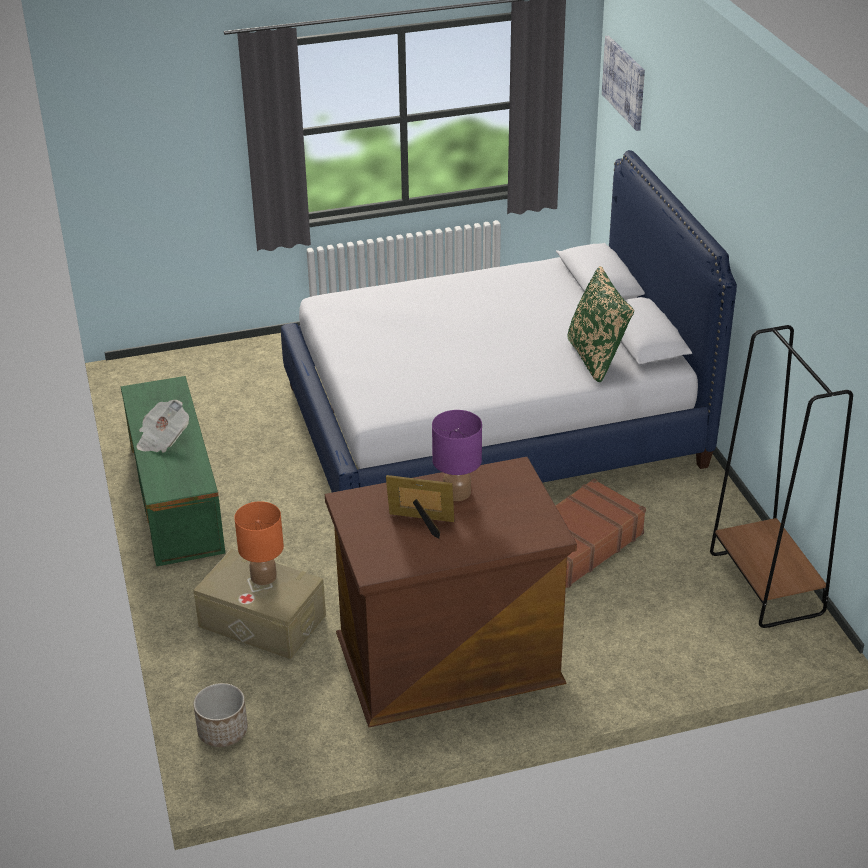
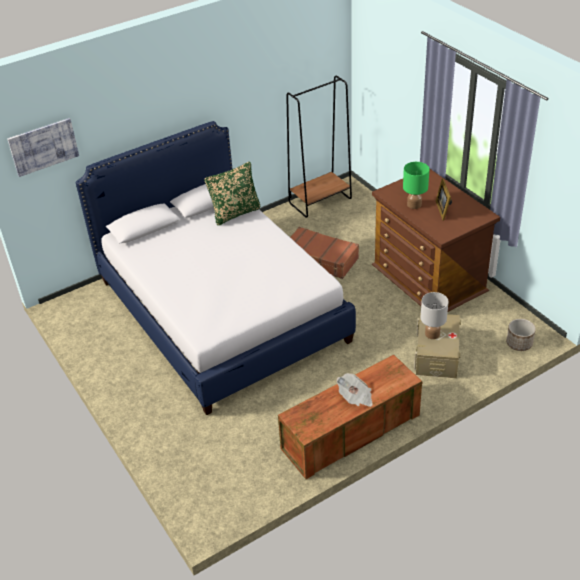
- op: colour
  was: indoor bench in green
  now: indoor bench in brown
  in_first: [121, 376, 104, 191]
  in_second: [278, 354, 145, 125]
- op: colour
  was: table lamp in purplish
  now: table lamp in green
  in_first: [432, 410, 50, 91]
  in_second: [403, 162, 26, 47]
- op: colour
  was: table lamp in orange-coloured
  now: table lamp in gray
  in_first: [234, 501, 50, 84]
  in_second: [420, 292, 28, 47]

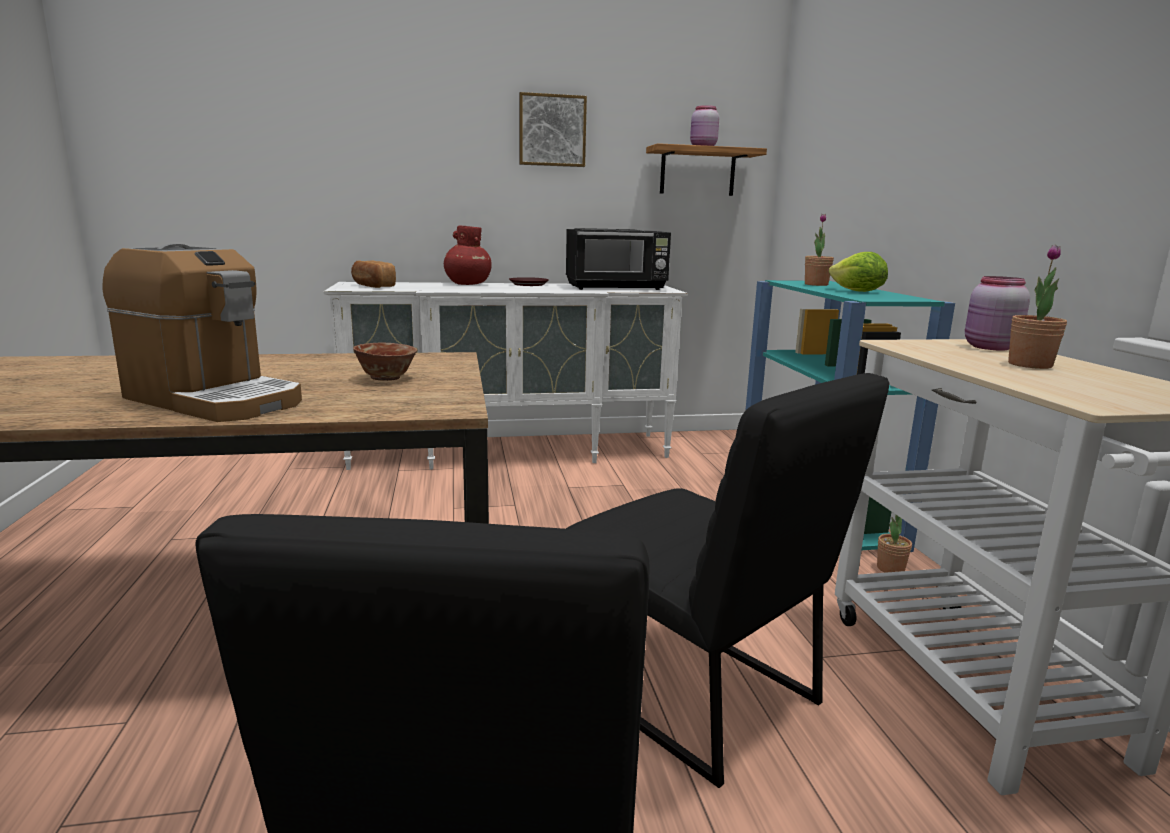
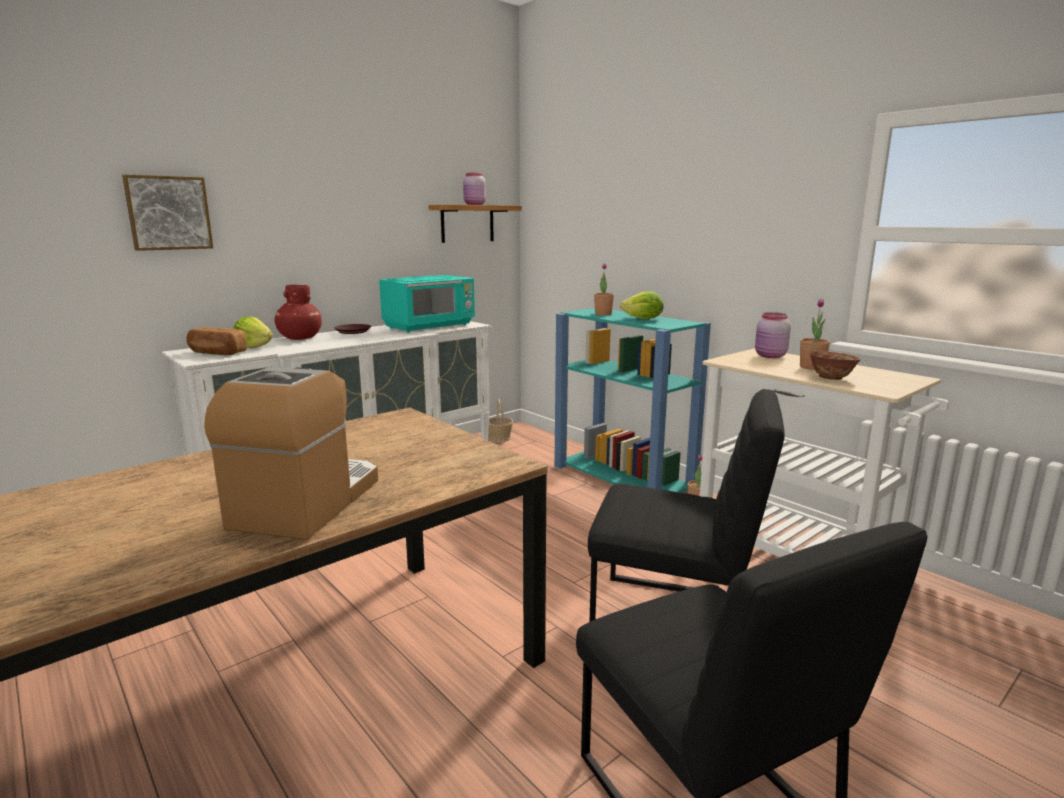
- op: relocated
  was: wall picture
  in_first: [519, 92, 68, 75]
  in_second: [122, 175, 91, 76]
- op: colour
  was: microwave oven in black
  now: microwave oven in blue-green
  in_first: [566, 228, 105, 62]
  in_second: [379, 275, 96, 57]
- op: spun
  was: coffee brewer
  in_first: [102, 244, 200, 178]
  in_second: [204, 367, 174, 173]
  clockwise: -75
- op: relocated
  was: deep dish
  in_first: [353, 343, 64, 38]
  in_second: [810, 351, 51, 29]
- op: appeared
  now: head of lettuce
  in_second: [234, 317, 39, 31]
- op: appeared
  now: storage basket
  in_second: [488, 399, 25, 43]

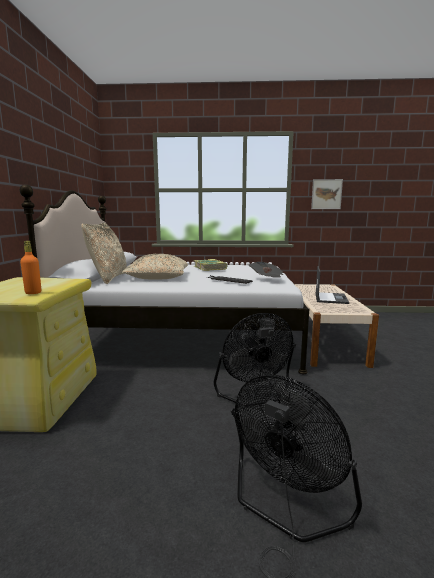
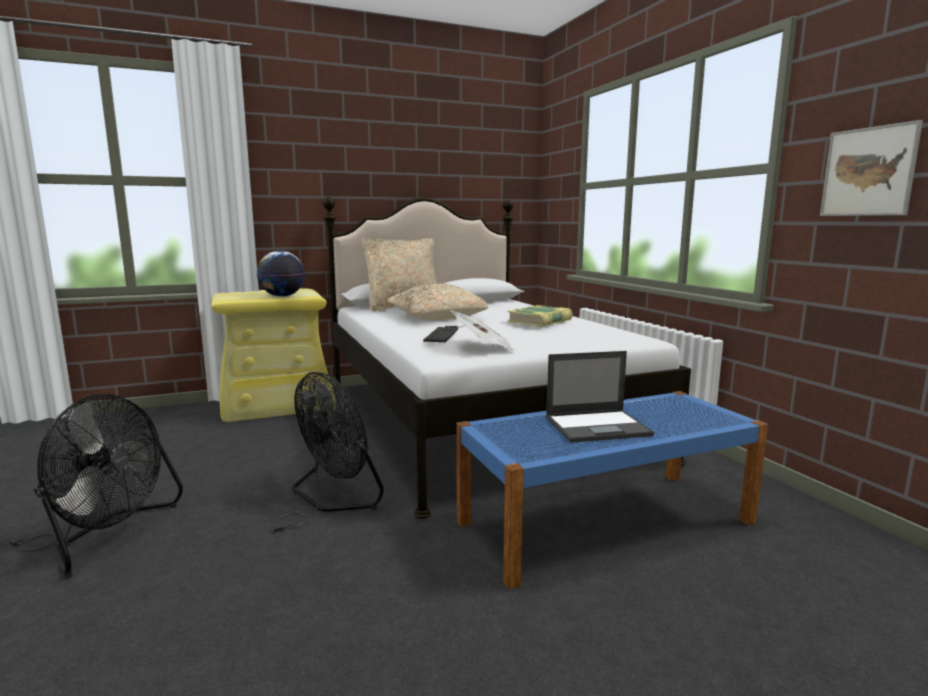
- op: missing
  was: bottle in orange-coloured
  in_first: [20, 241, 21, 53]
- op: colour
  was: indoor bench in beige
  now: indoor bench in blue
  in_first: [294, 284, 85, 84]
  in_second: [456, 391, 312, 198]
- op: appeared
  now: world globe
  in_second: [257, 251, 48, 46]

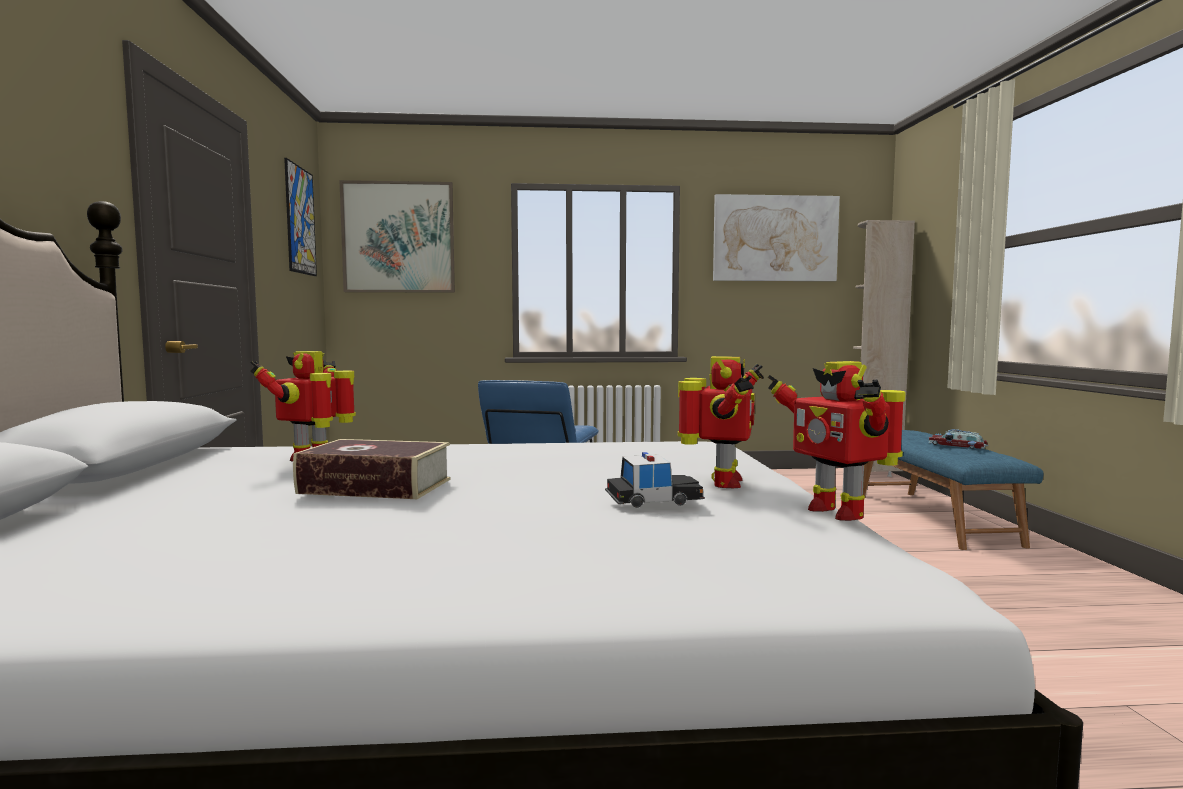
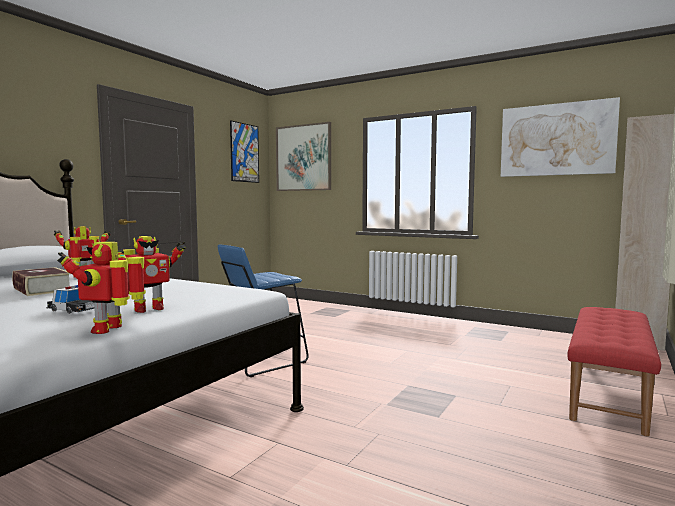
- op: missing
  was: model car
  in_first: [928, 429, 60, 20]
- op: colour
  was: indoor bench in blue
  now: indoor bench in reddish
  in_first: [863, 430, 180, 120]
  in_second: [567, 307, 94, 129]

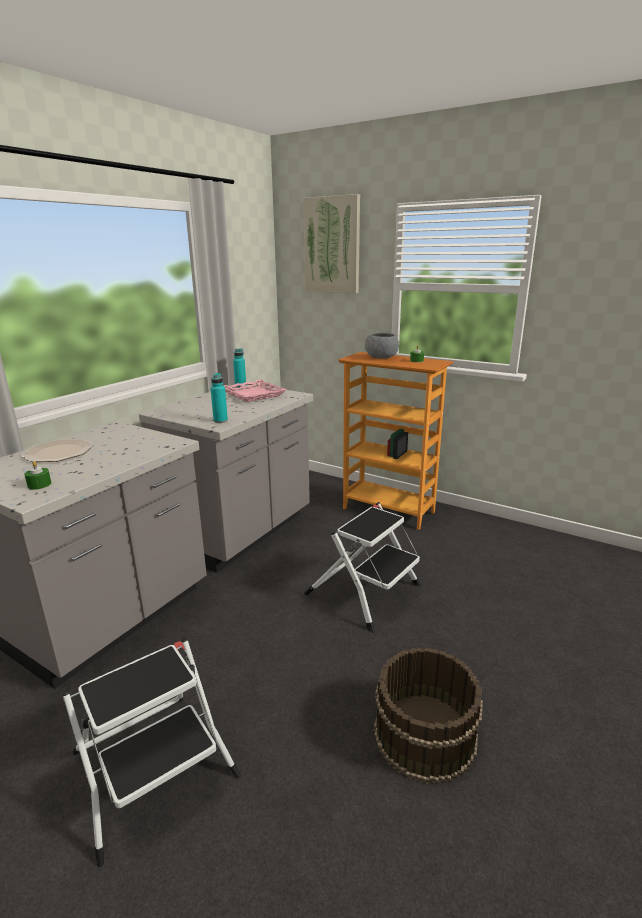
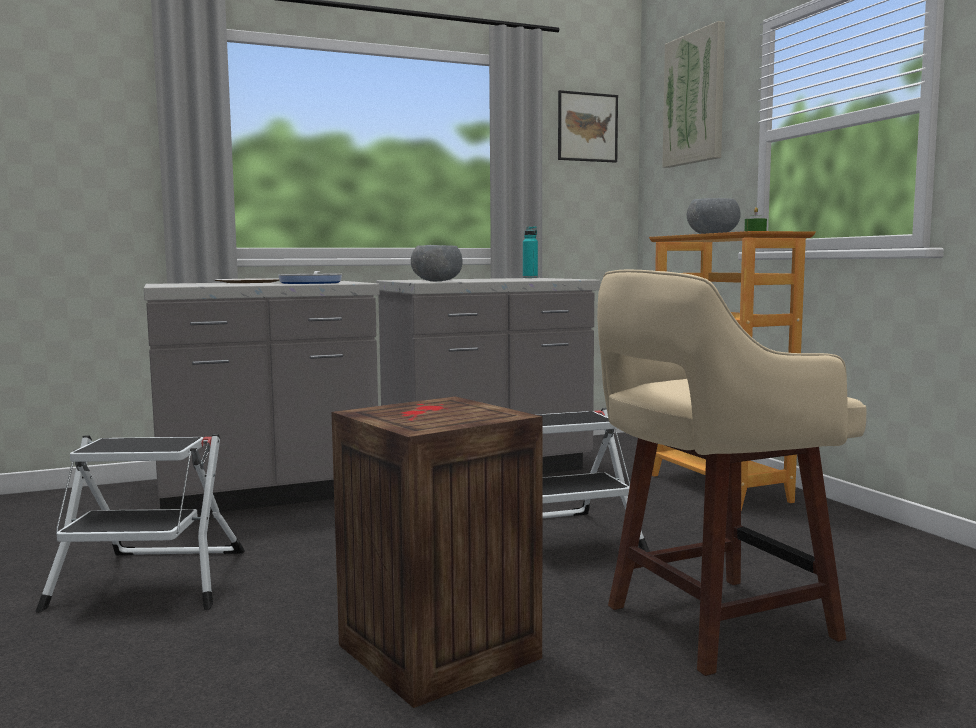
- op: exchanged
  was: bottle in blue-green
  now: deep dish in gray
  in_first: [211, 373, 17, 50]
  in_second: [411, 245, 51, 36]
- op: missing
  was: tray in pinkish
  in_first: [224, 379, 63, 23]
- op: missing
  was: wax light in green
  in_first: [24, 461, 27, 29]
- op: exchanged
  was: bucket in brown
  now: packing crate
  in_first: [374, 647, 109, 137]
  in_second: [331, 396, 212, 312]
- op: appeared
  now: wall picture
  in_second: [558, 90, 60, 73]
- op: appeared
  now: stool in beige
  in_second: [597, 270, 269, 406]
- op: appeared
  now: frying pan
  in_second: [278, 271, 64, 13]

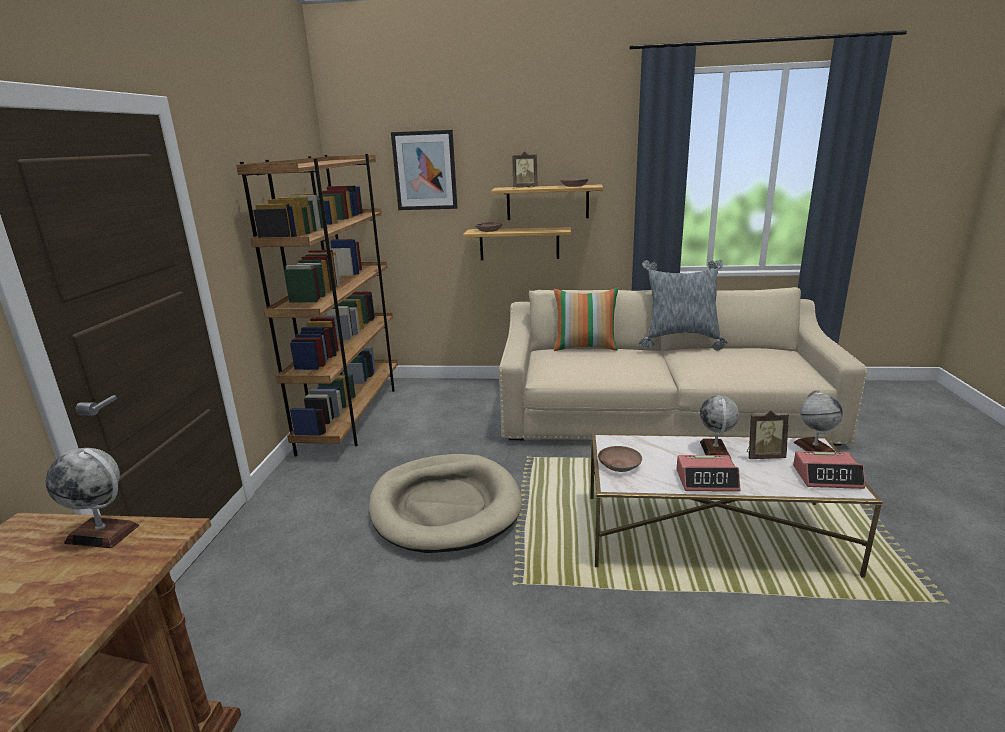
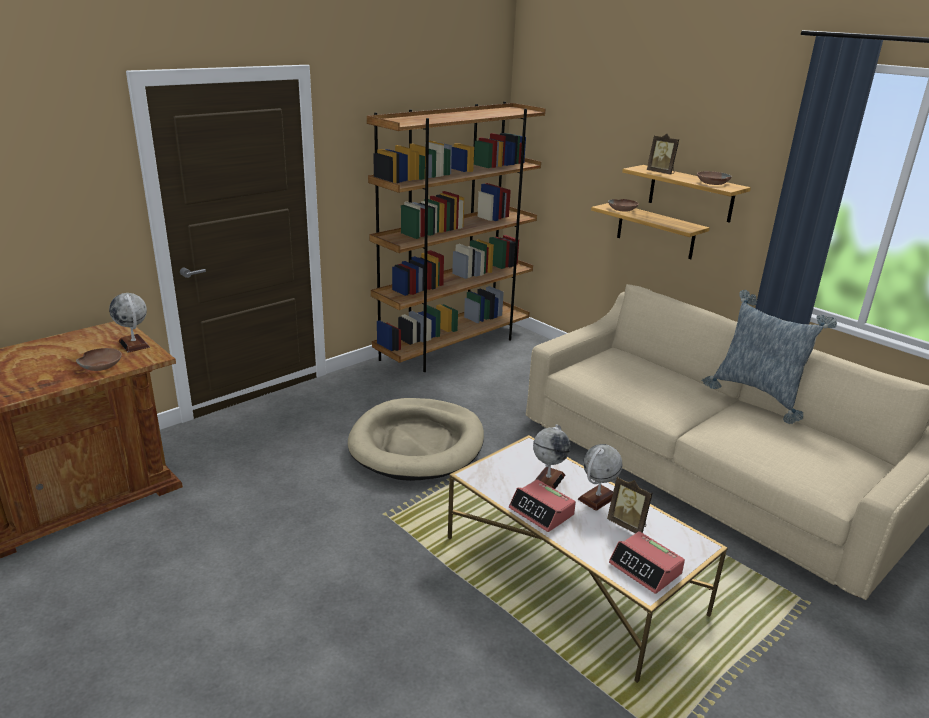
- op: missing
  was: wall picture
  in_first: [391, 130, 66, 80]
- op: missing
  was: throw pillow
  in_first: [554, 288, 64, 63]
- op: relocated
  was: world globe
  in_first: [794, 390, 49, 62]
  in_second: [533, 424, 38, 65]
- op: relocated
  was: deep dish in brown
  in_first: [598, 446, 44, 26]
  in_second: [76, 348, 46, 23]

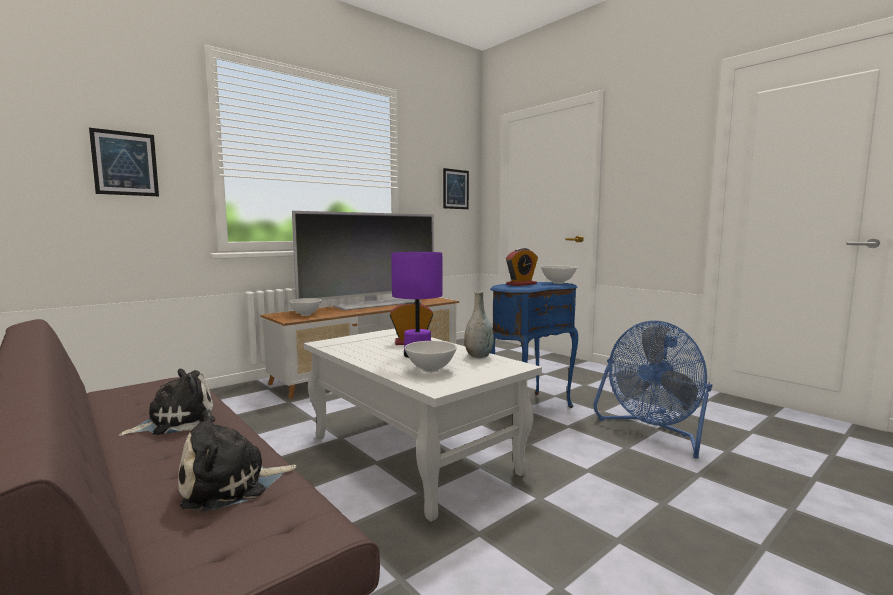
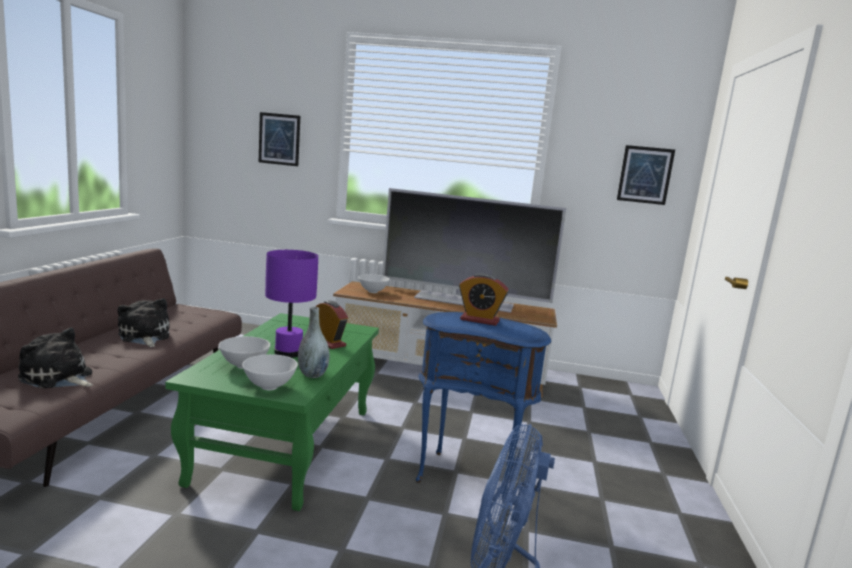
- op: relocated
  was: deep dish in whitish
  in_first: [541, 265, 36, 19]
  in_second: [242, 354, 56, 36]
- op: colour
  was: lounge table in whitish
  now: lounge table in green
  in_first: [304, 328, 238, 194]
  in_second: [166, 313, 213, 198]
- op: spun
  was: plush toy
  in_first: [118, 369, 97, 67]
  in_second: [118, 298, 52, 49]
  clockwise: -135

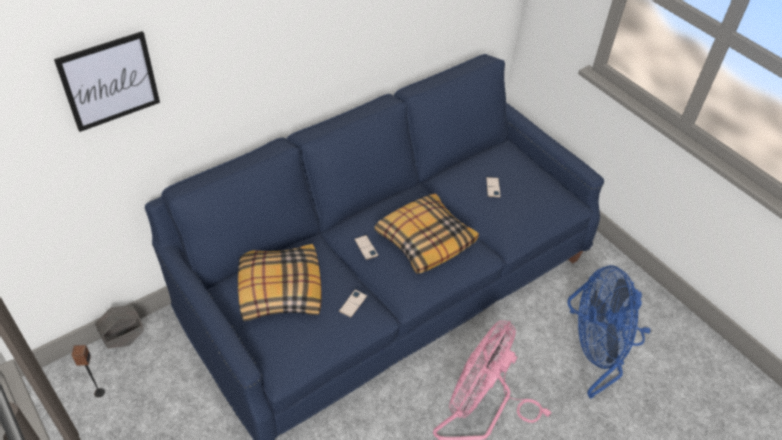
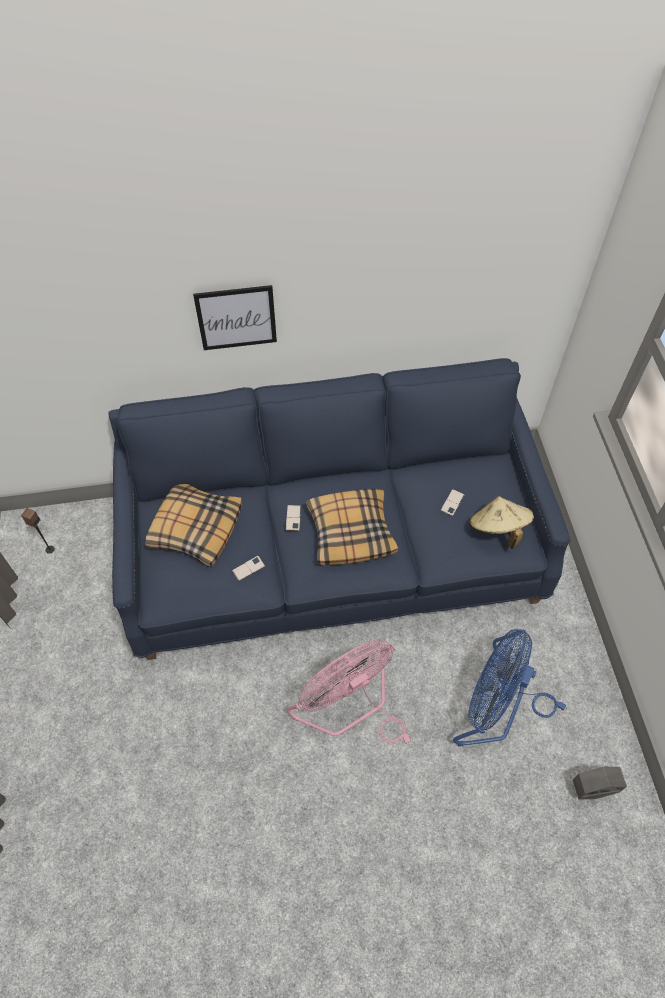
- op: relocated
  was: wall picture
  in_first: [54, 31, 106, 101]
  in_second: [193, 285, 84, 65]
- op: relocated
  was: flower pot in gray
  in_first: [95, 305, 49, 43]
  in_second: [573, 767, 54, 32]
- op: appeared
  now: hat in beige
  in_second: [469, 496, 65, 53]

